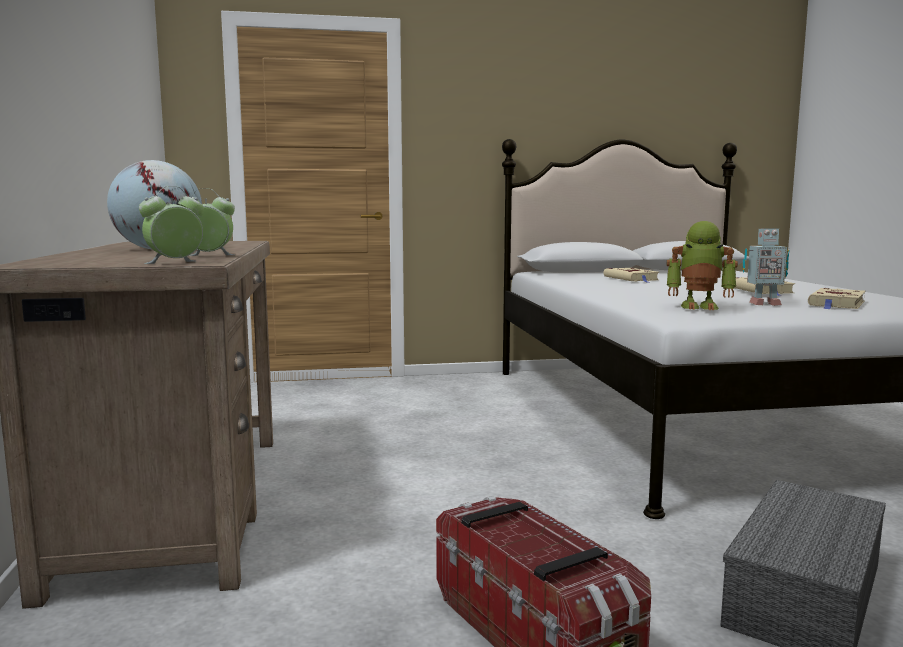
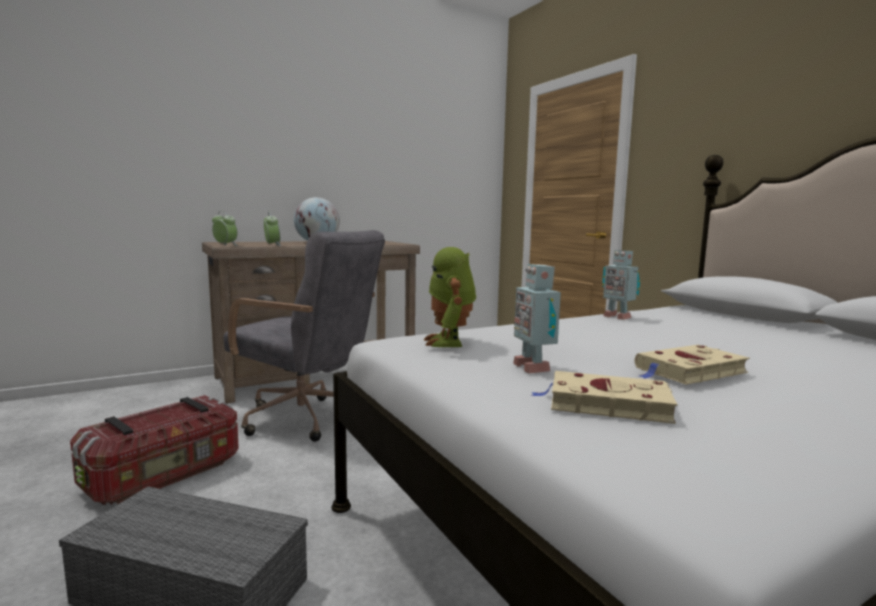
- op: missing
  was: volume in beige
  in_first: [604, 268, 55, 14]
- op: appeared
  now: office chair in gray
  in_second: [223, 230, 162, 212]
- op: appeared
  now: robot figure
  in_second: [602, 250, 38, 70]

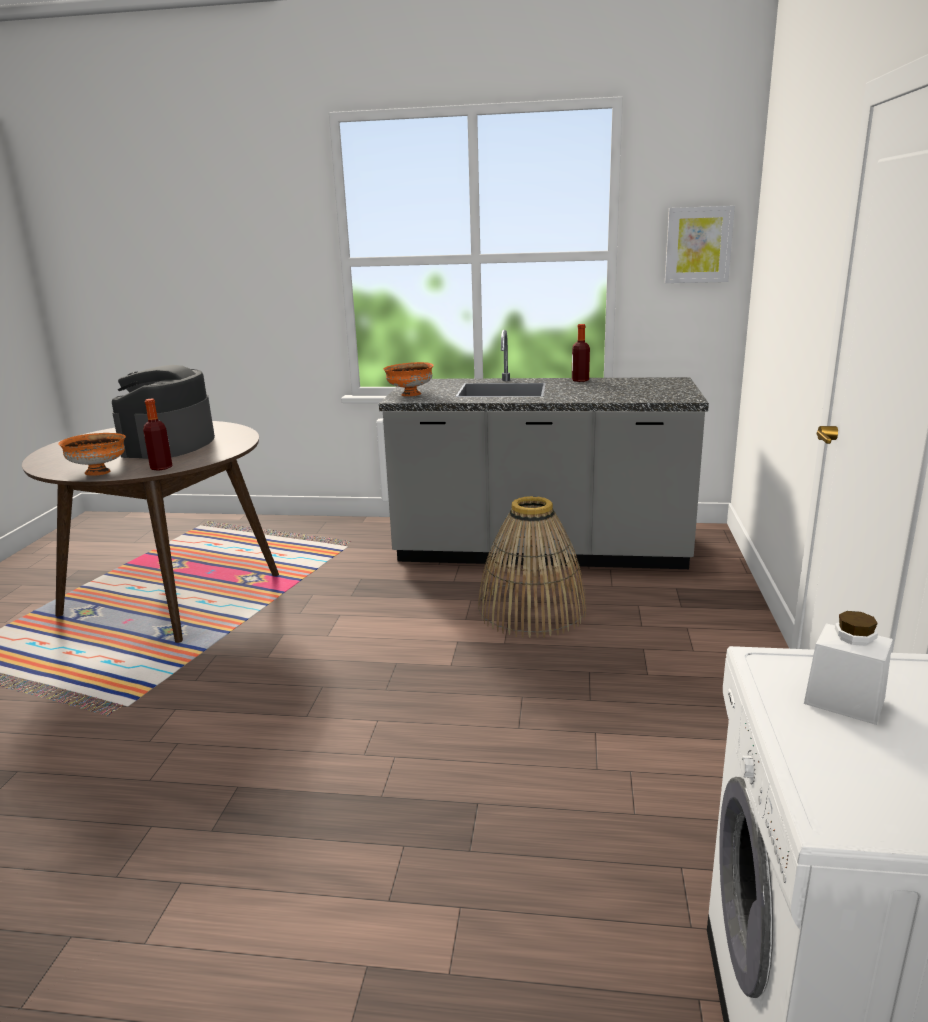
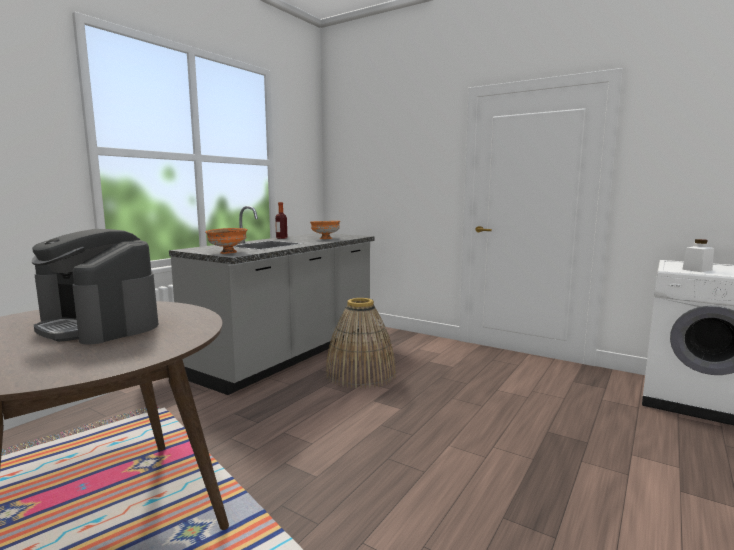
- op: missing
  was: wall picture
  in_first: [665, 206, 70, 77]
- op: missing
  was: bottle
  in_first: [143, 399, 29, 72]
- op: relocated
  was: deep dish in orange-coloured
  in_first: [58, 433, 68, 43]
  in_second: [310, 221, 30, 18]

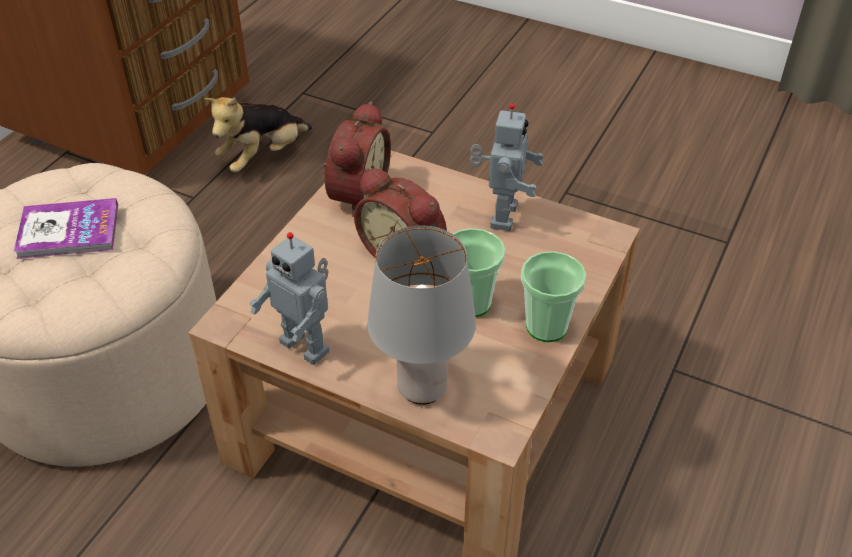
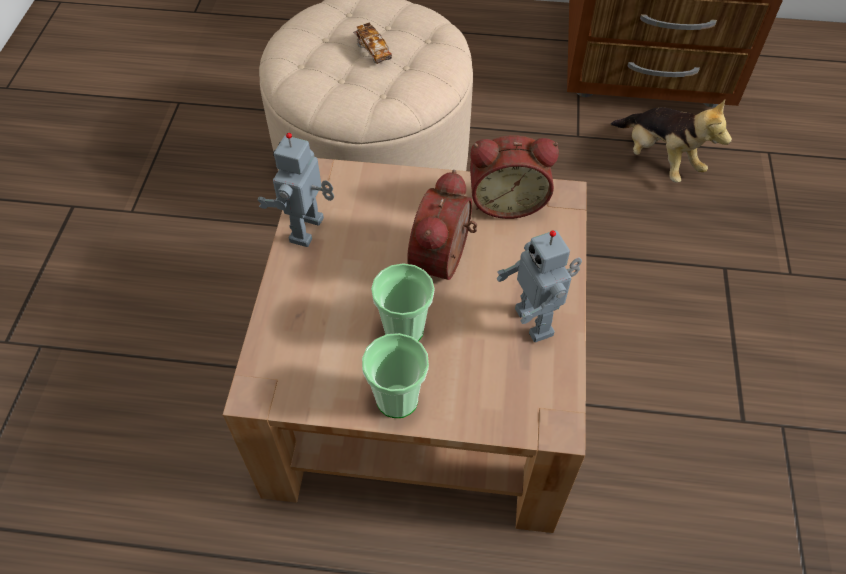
- op: spun
  was: plush toy
  in_first: [204, 97, 108, 76]
  in_second: [611, 99, 121, 84]
  clockwise: -150
- op: spun
  was: robot figure
  in_first: [470, 104, 74, 127]
  in_second: [496, 230, 86, 112]
  clockwise: 75
- op: exchanged
  was: volume
  now: model car
  in_first: [14, 198, 104, 61]
  in_second: [353, 23, 39, 41]
- op: missing
  was: table lamp in gray
  in_first: [367, 226, 109, 179]

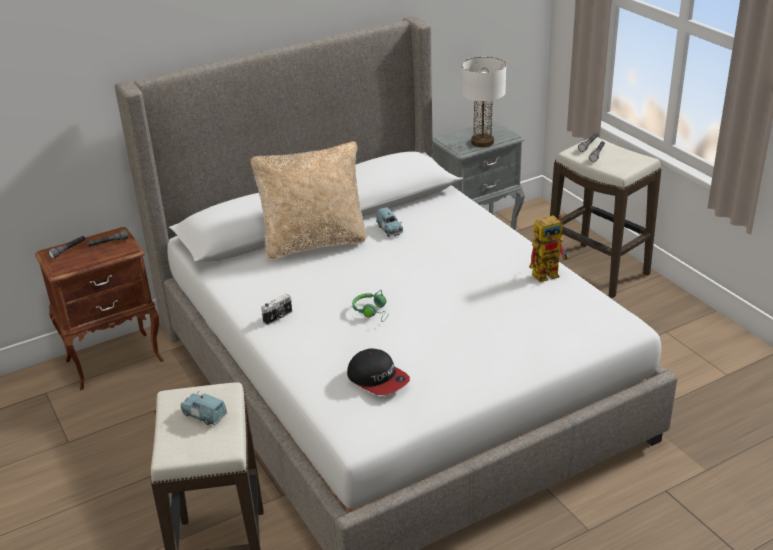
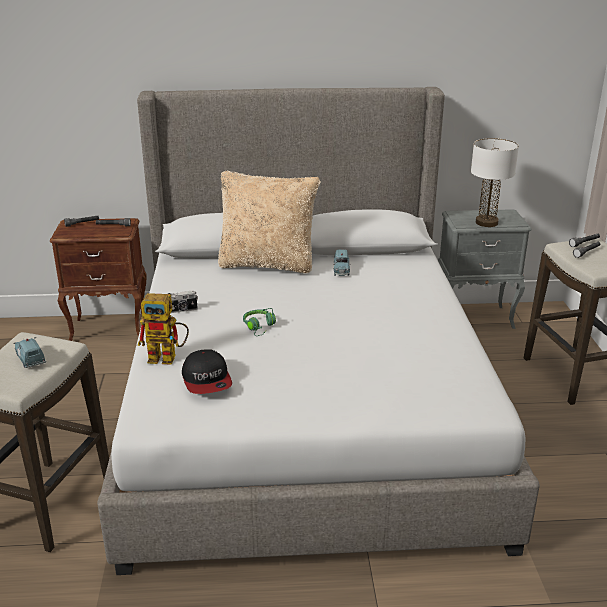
- op: relocated
  was: robot figure
  in_first: [529, 214, 40, 68]
  in_second: [138, 293, 51, 72]

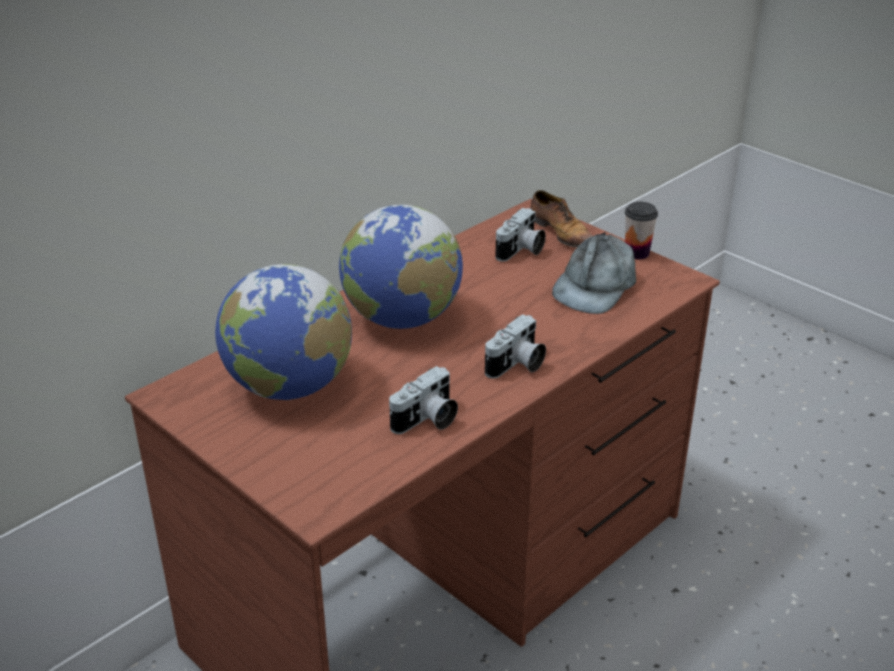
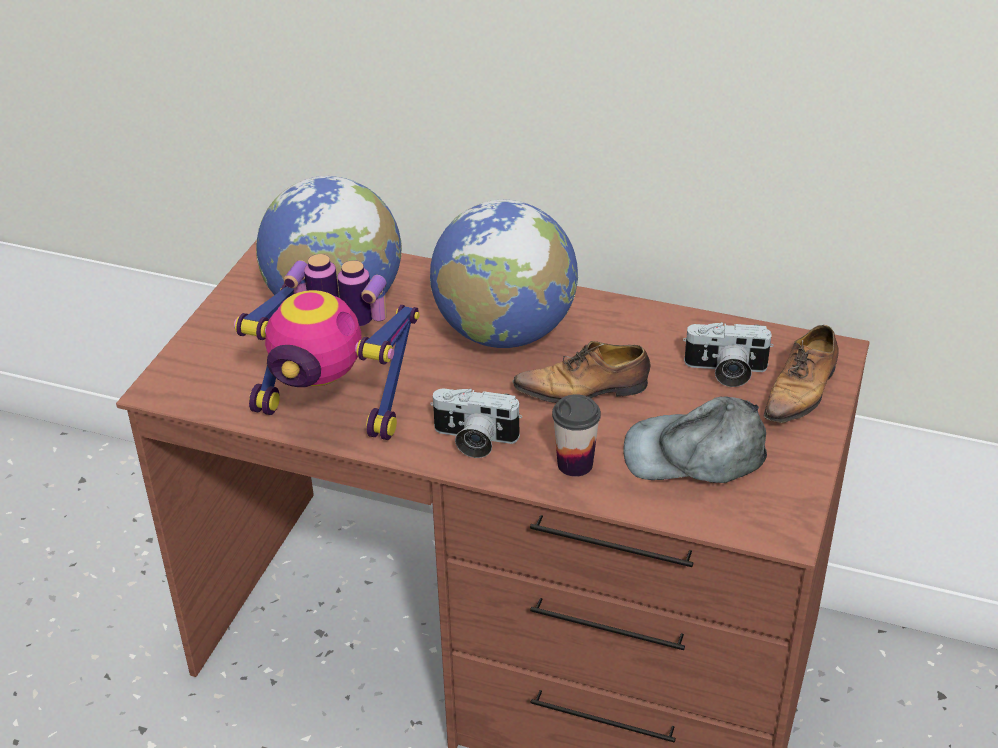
- op: relocated
  was: small cup
  in_first: [625, 202, 33, 58]
  in_second: [552, 394, 49, 83]
- op: exchanged
  was: photo camera
  now: robot figure
  in_first: [389, 366, 69, 68]
  in_second: [234, 254, 186, 186]
- op: appeared
  now: item of footwear
  in_second: [513, 341, 137, 62]

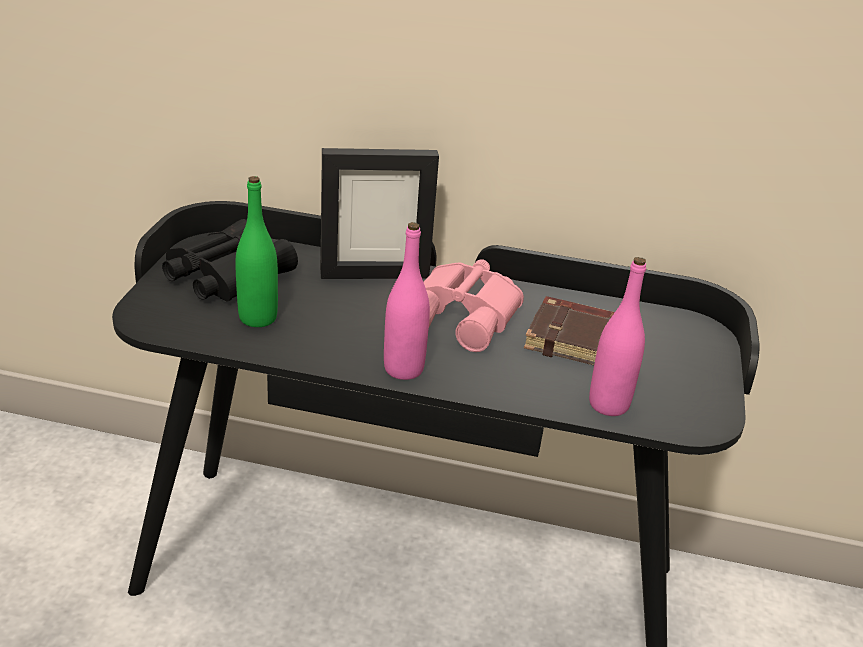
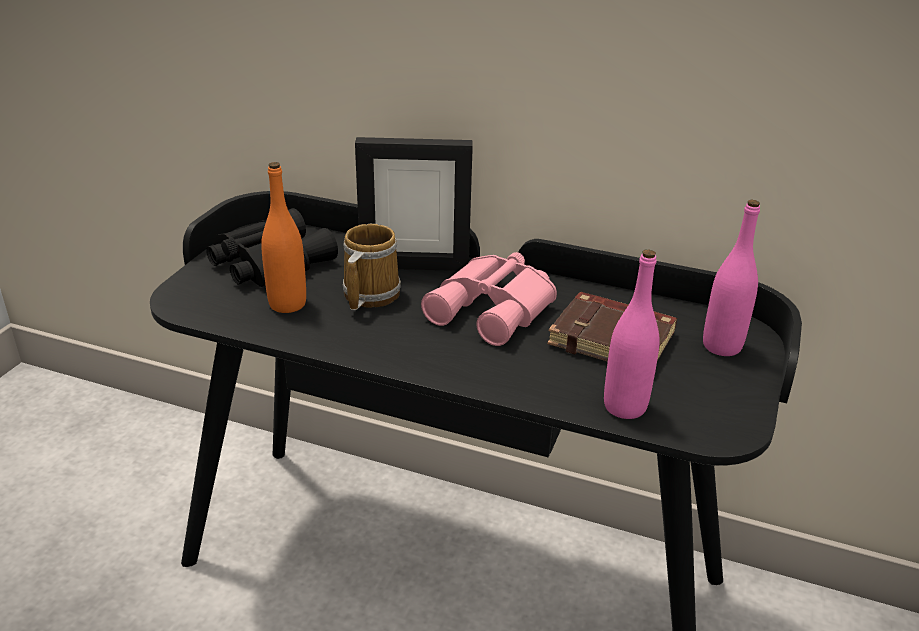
- op: colour
  was: bottle in green
  now: bottle in orange-coloured
  in_first: [235, 176, 43, 151]
  in_second: [261, 162, 45, 151]
- op: relocated
  was: bottle in pinkish
  in_first: [384, 222, 46, 158]
  in_second: [703, 200, 57, 156]
- op: appeared
  now: coffee mug
  in_second: [343, 224, 58, 86]

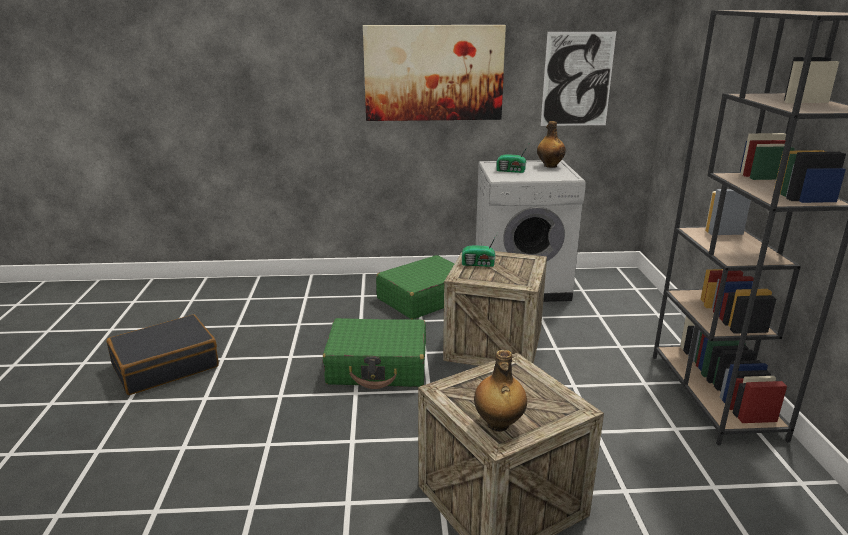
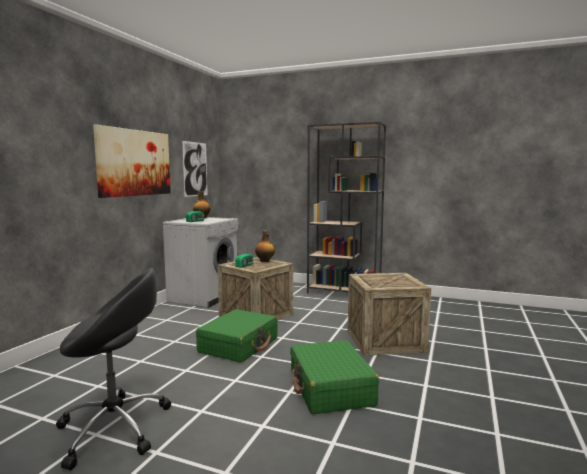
- op: relocated
  was: travel case in green
  in_first: [376, 255, 79, 64]
  in_second: [290, 340, 89, 74]
- op: exchanged
  was: travel case in black
  now: office chair in black
  in_first: [106, 314, 113, 81]
  in_second: [56, 268, 115, 202]
- op: relocated
  was: bottle
  in_first: [474, 350, 53, 82]
  in_second: [255, 230, 20, 32]

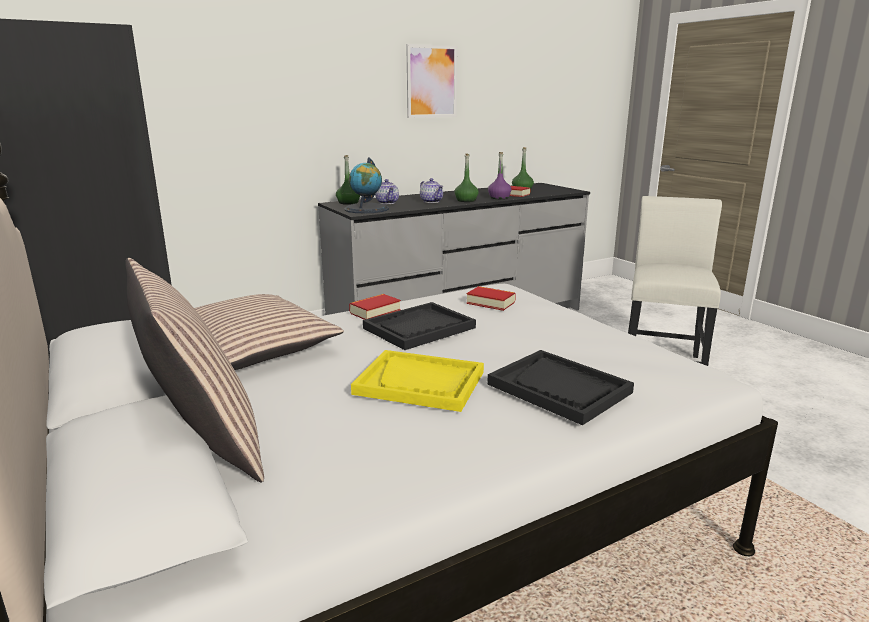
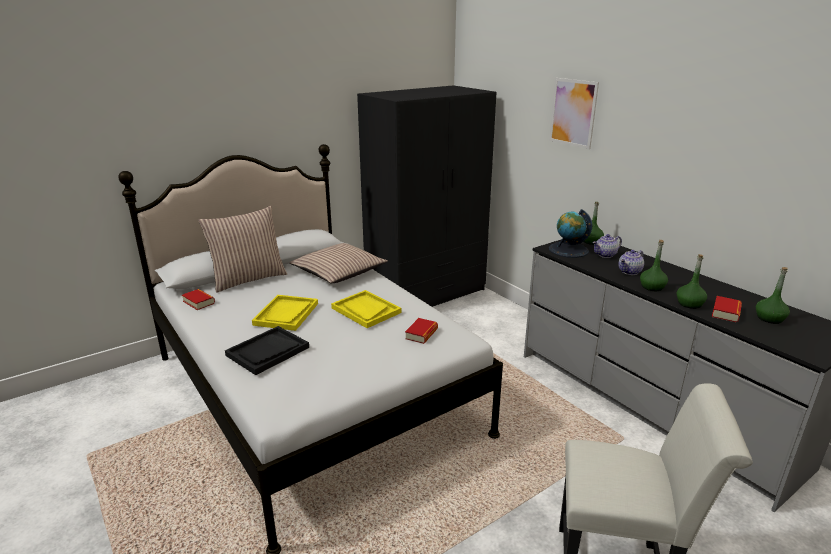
- op: relocated
  was: wall picture
  in_first: [406, 44, 51, 74]
  in_second: [549, 78, 50, 71]
- op: colour
  was: bottle in purplish
  now: bottle in green
  in_first: [488, 152, 24, 47]
  in_second: [677, 254, 30, 55]
- op: relocated
  was: volume
  in_first: [349, 294, 52, 26]
  in_second: [182, 289, 33, 21]
- op: colour
  was: tray in black
  now: tray in yellow-coloured
  in_first: [363, 302, 113, 48]
  in_second: [331, 290, 70, 38]

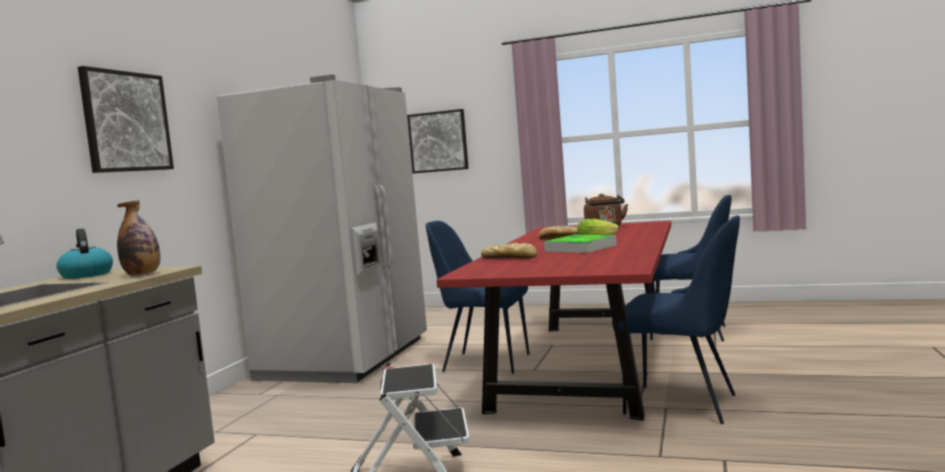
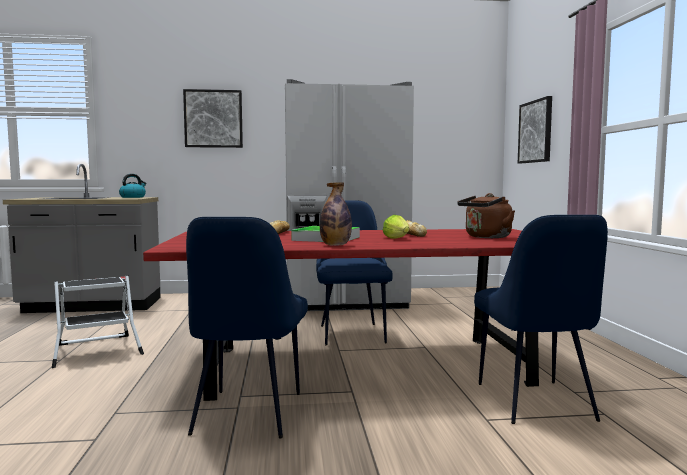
- op: relocated
  was: bottle
  in_first: [117, 200, 43, 76]
  in_second: [320, 182, 32, 64]

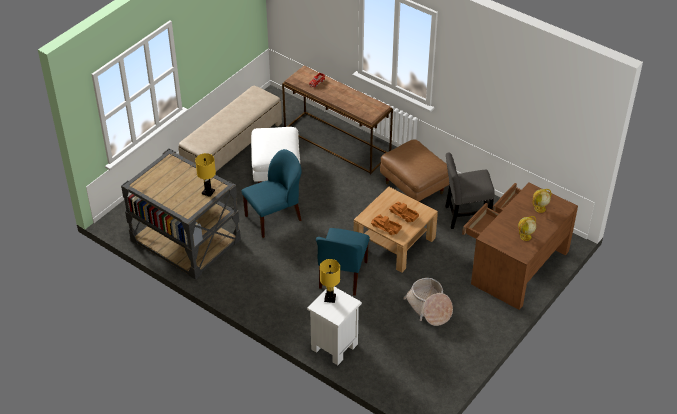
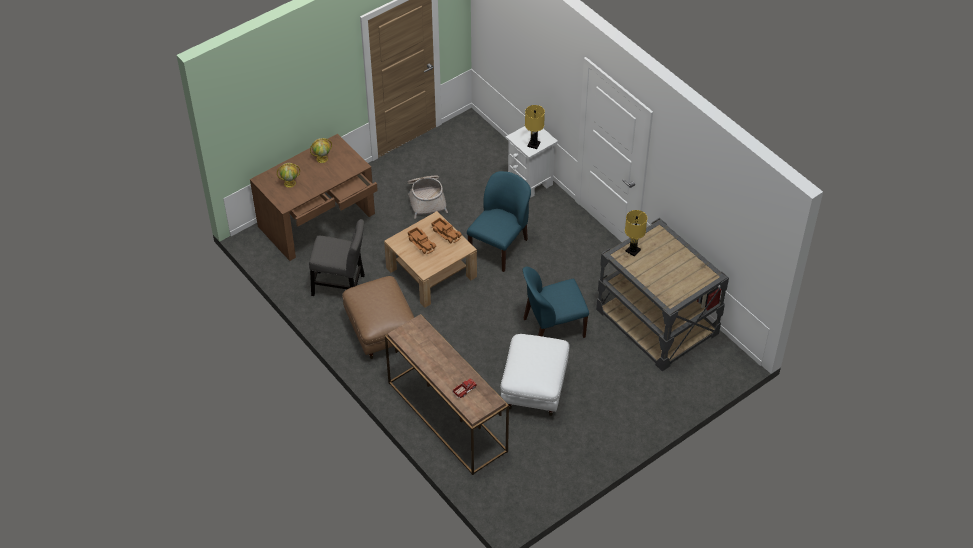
- op: missing
  was: indoor bench in beige
  in_first: [178, 86, 104, 85]

